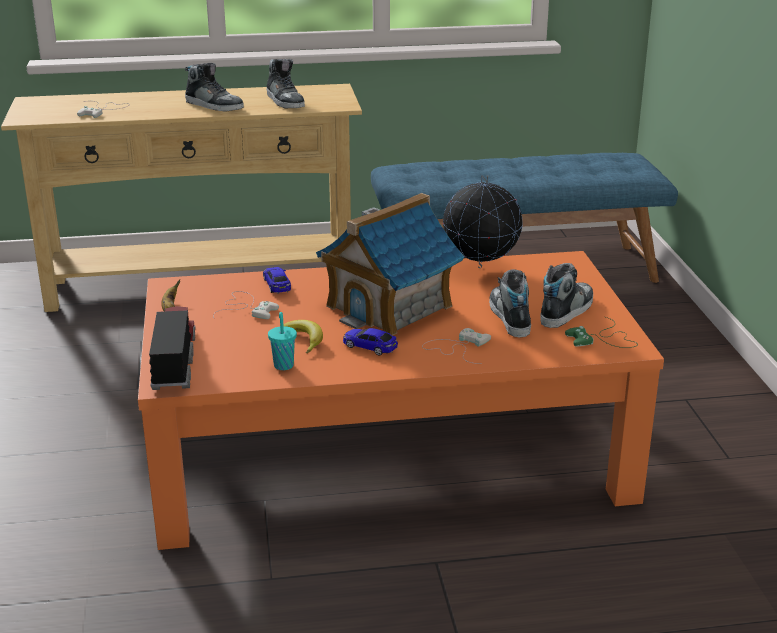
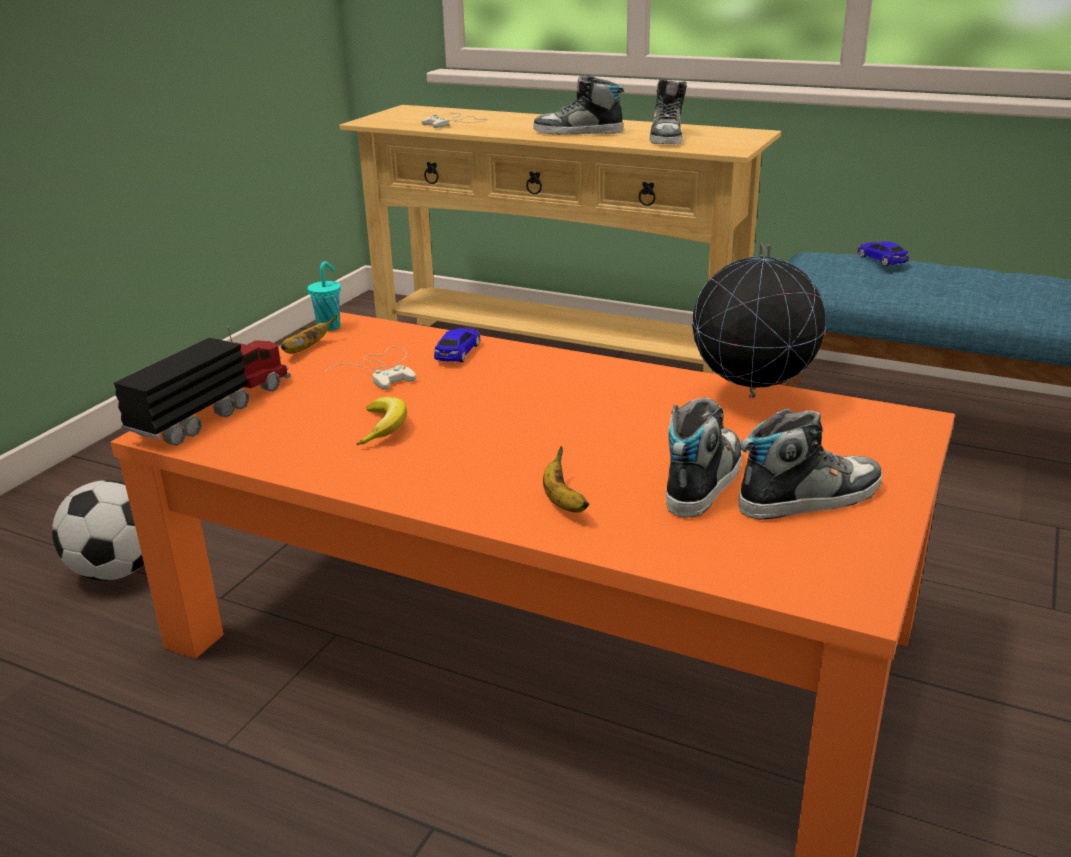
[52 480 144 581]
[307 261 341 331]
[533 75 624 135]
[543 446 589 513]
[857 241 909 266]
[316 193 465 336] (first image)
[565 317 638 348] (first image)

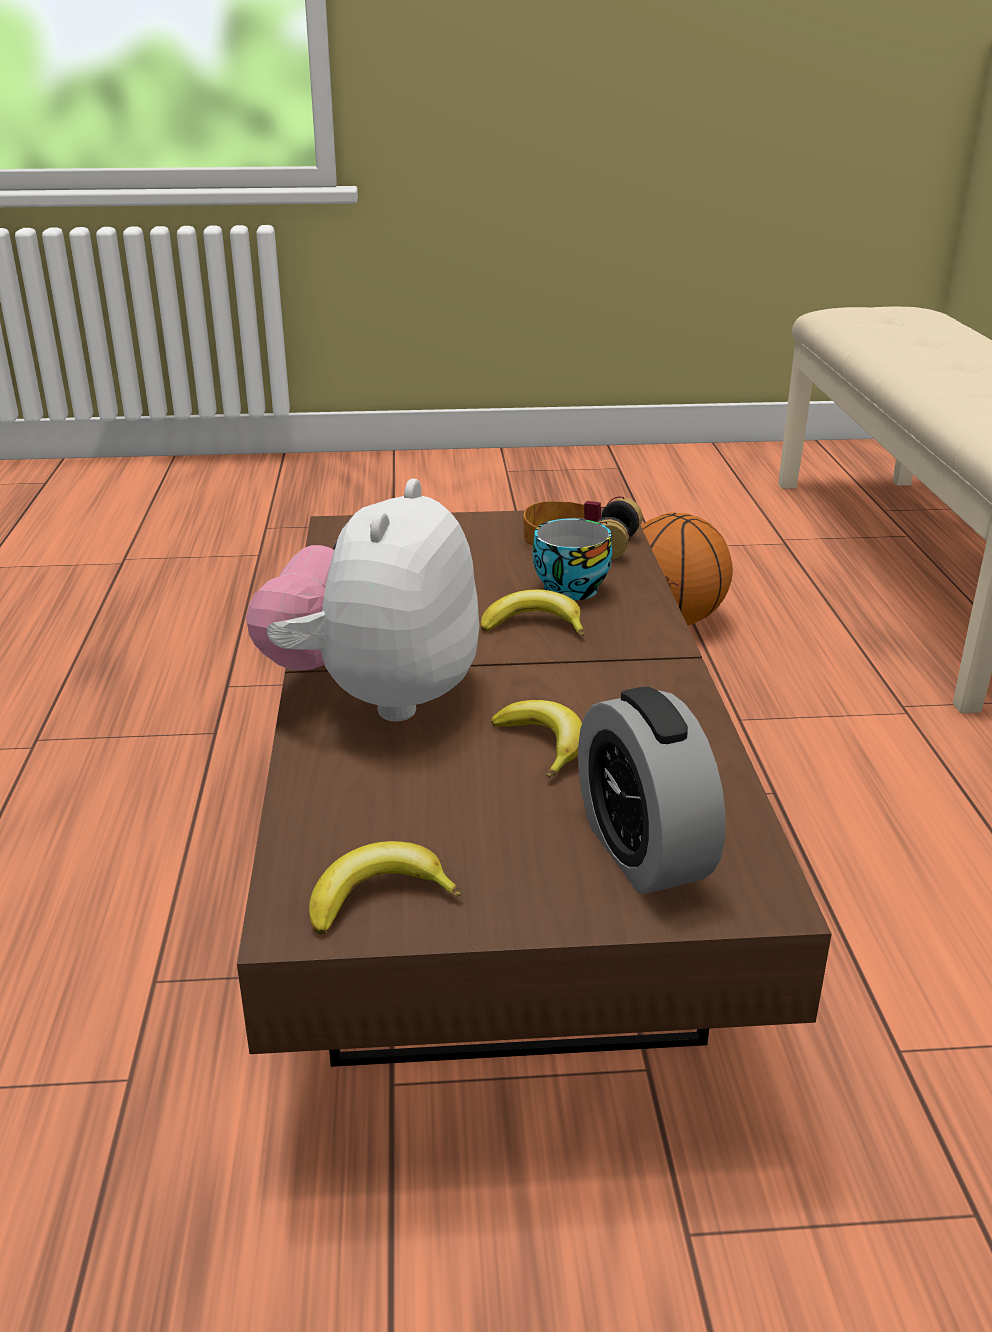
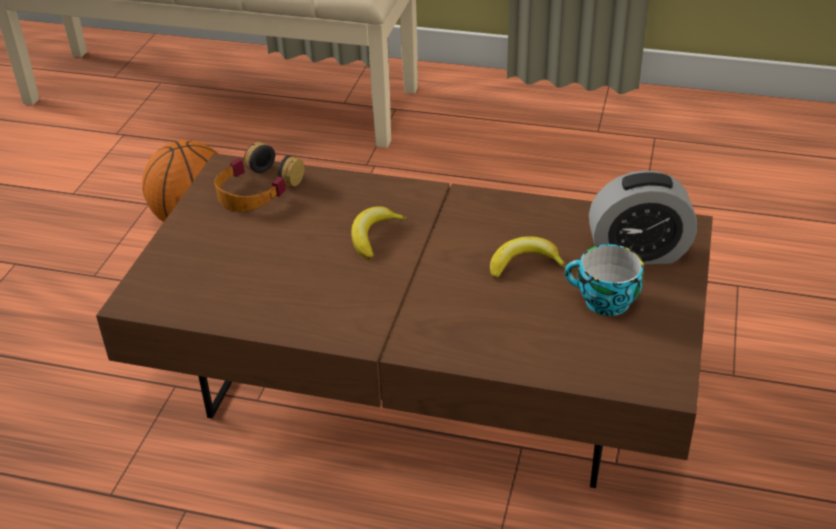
[565 244 644 316]
[246 479 479 722] (first image)
[309 841 461 935] (first image)

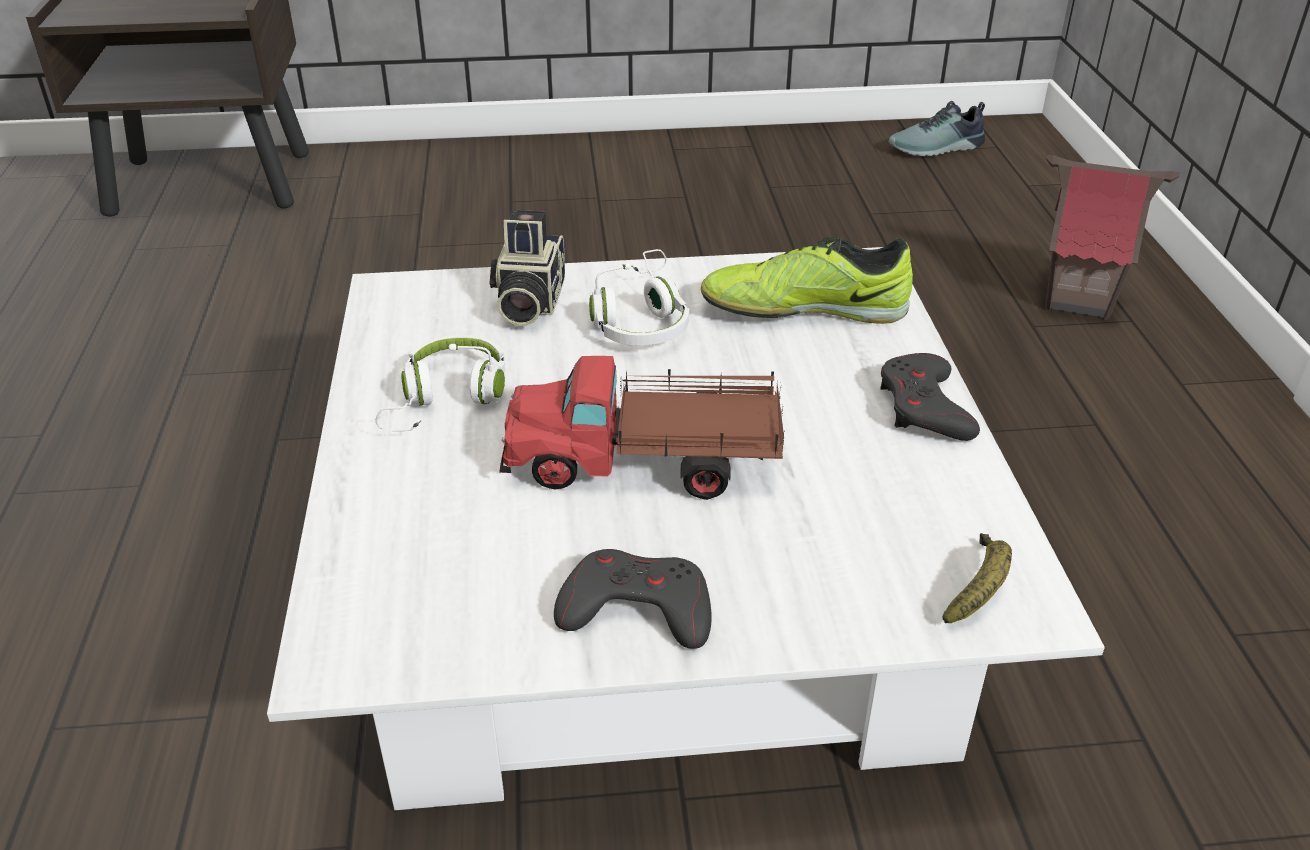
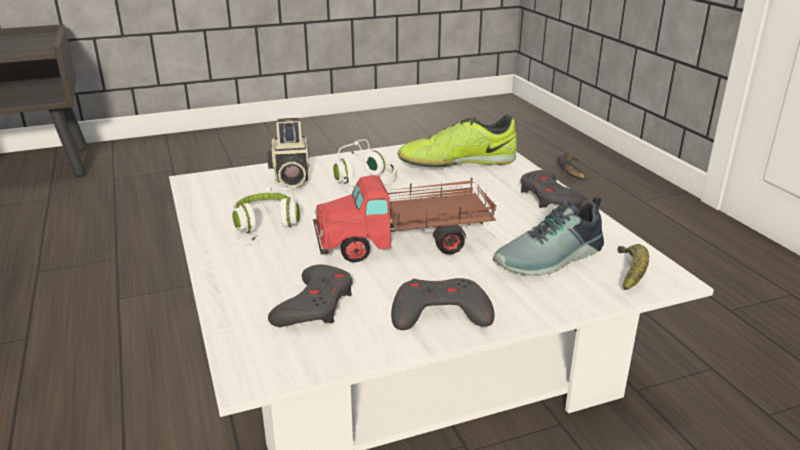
[268 264 352 327]
[493 196 604 276]
[558 152 587 179]

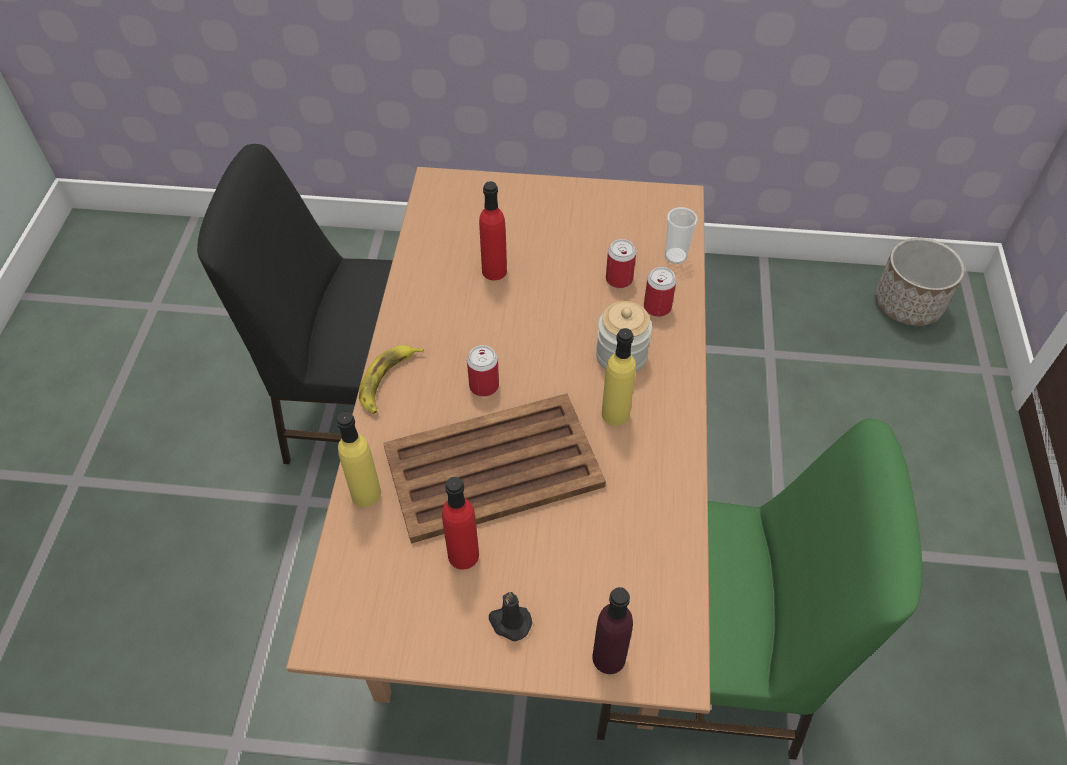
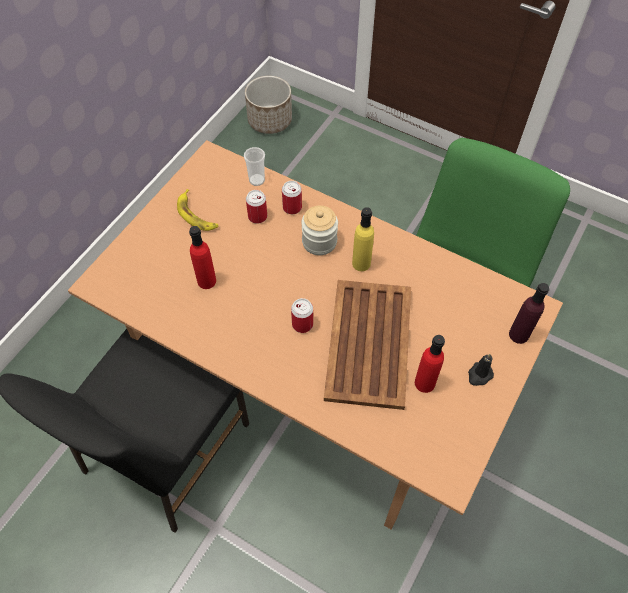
[177 189 219 231]
[336 412 381 507] (first image)

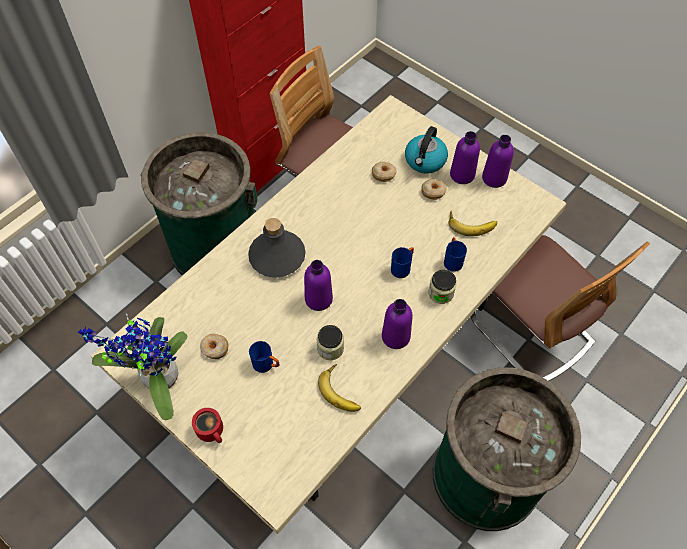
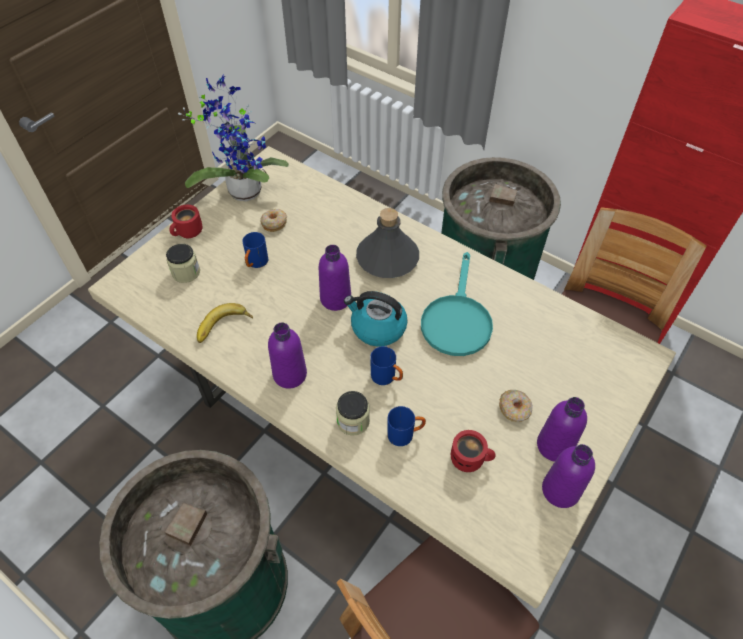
[166 244 200 283]
[344 291 408 347]
[421 252 493 356]
[451 430 496 472]
[372 162 396 182] (first image)

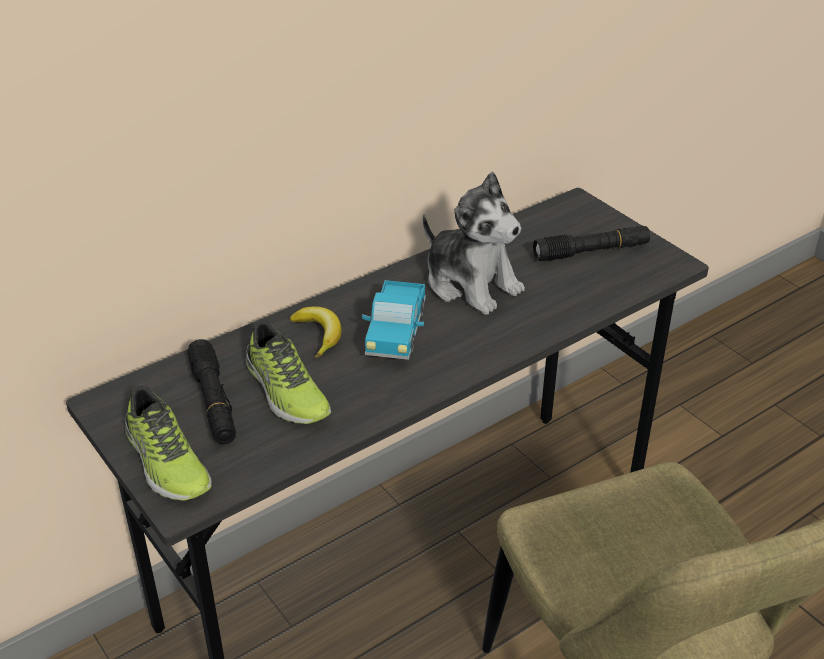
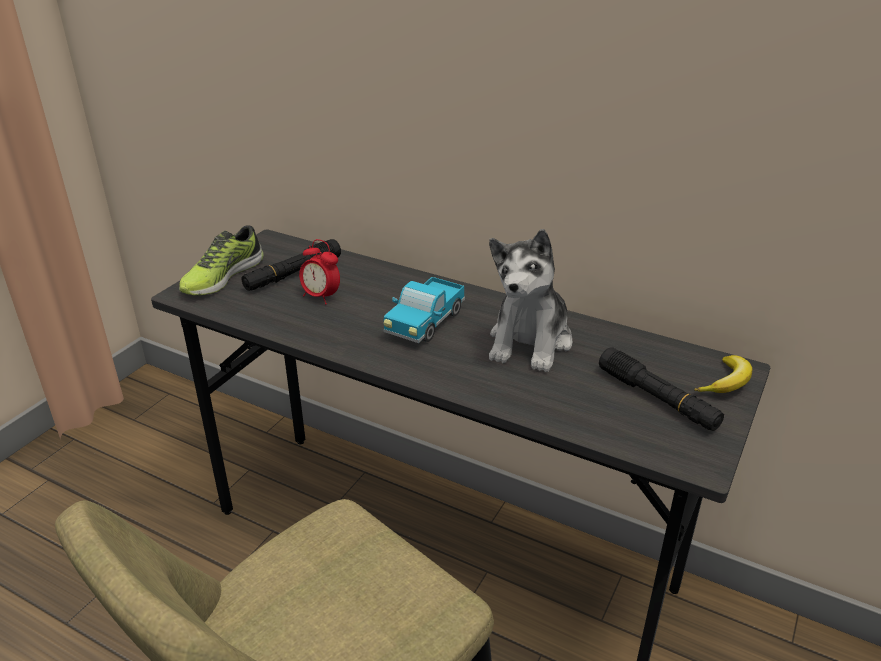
[299 239 340 305]
[384 277 465 343]
[694 355 752 393]

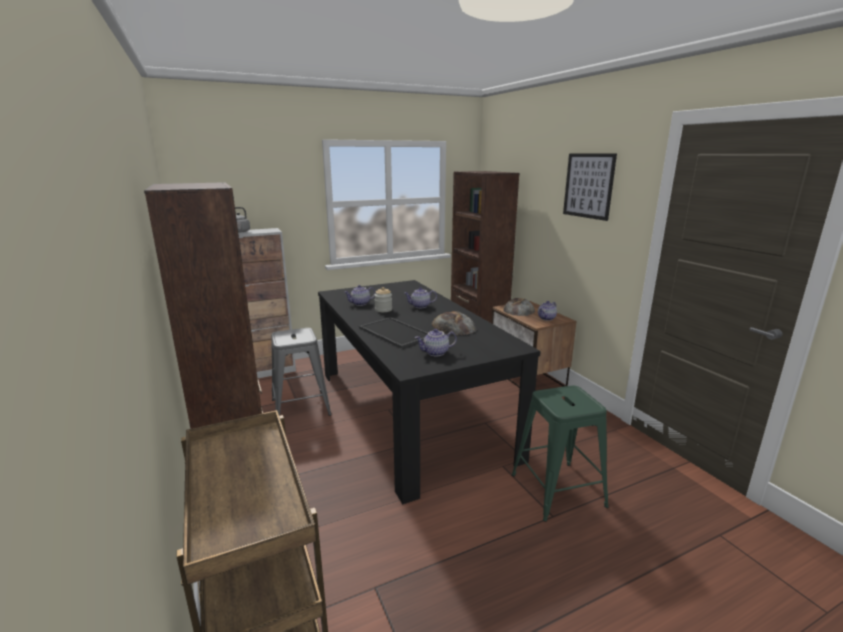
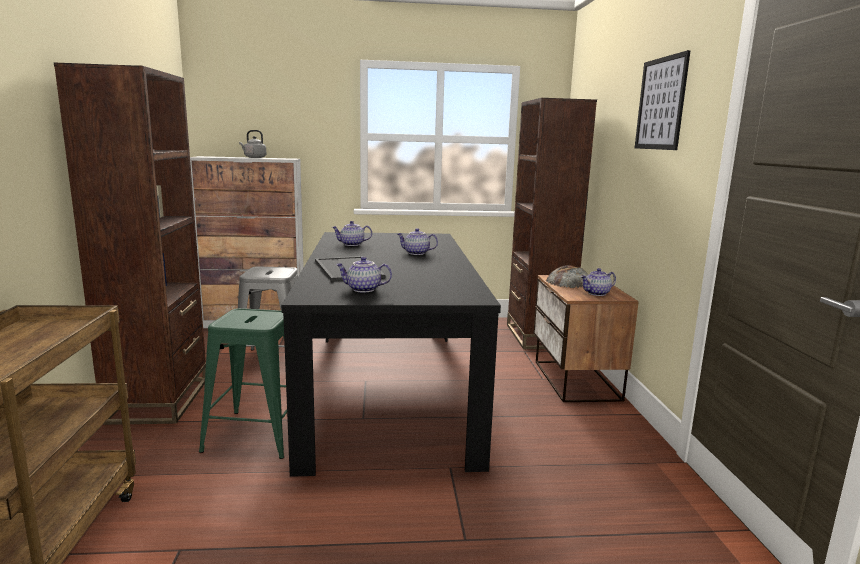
[199 308 287 459]
[374 287 392 312] (first image)
[432 311 477 335] (first image)

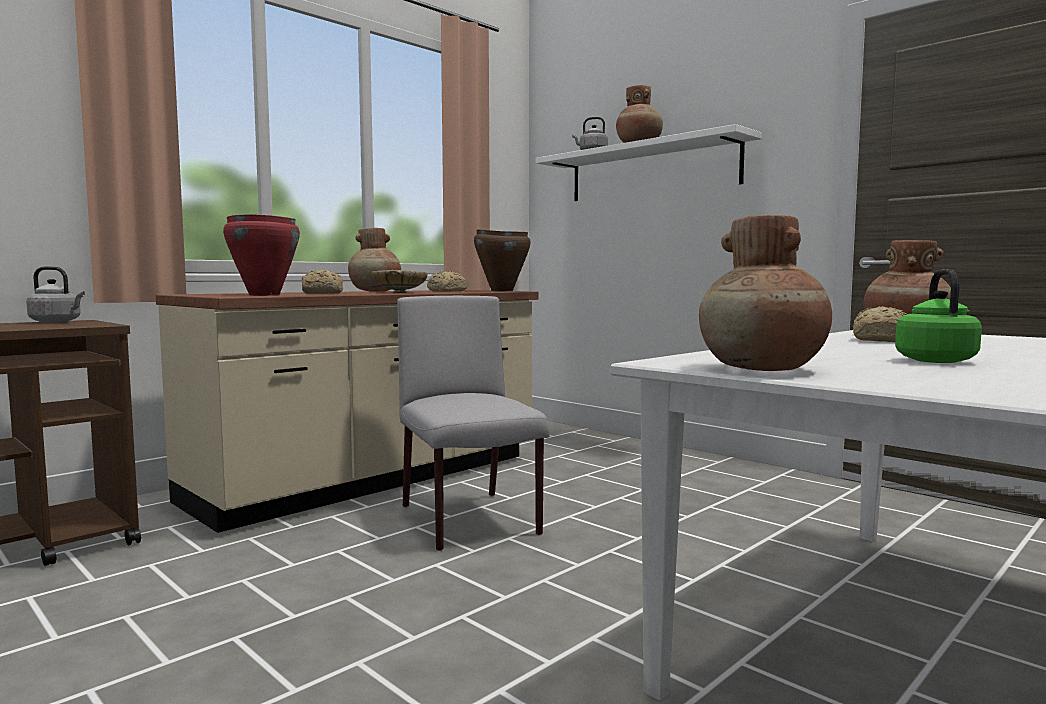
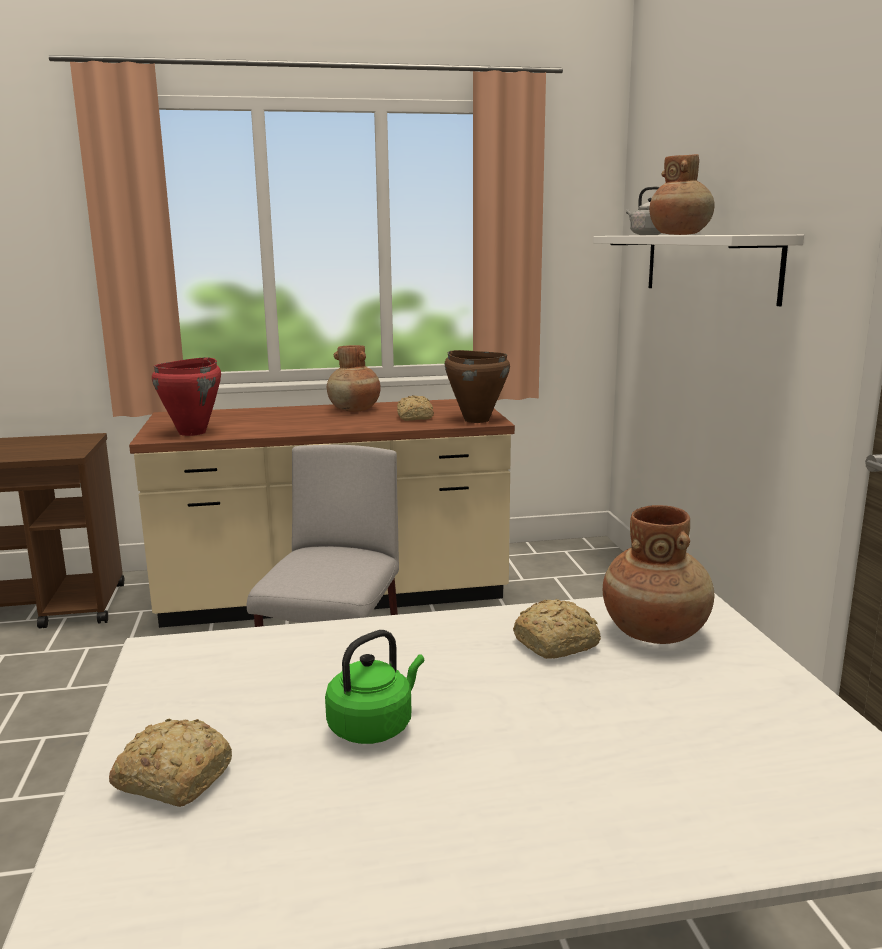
[109 718 232 807]
[26 266 85 323] (first image)
[371 270 428 293] (first image)
[699 215 832 371] (first image)

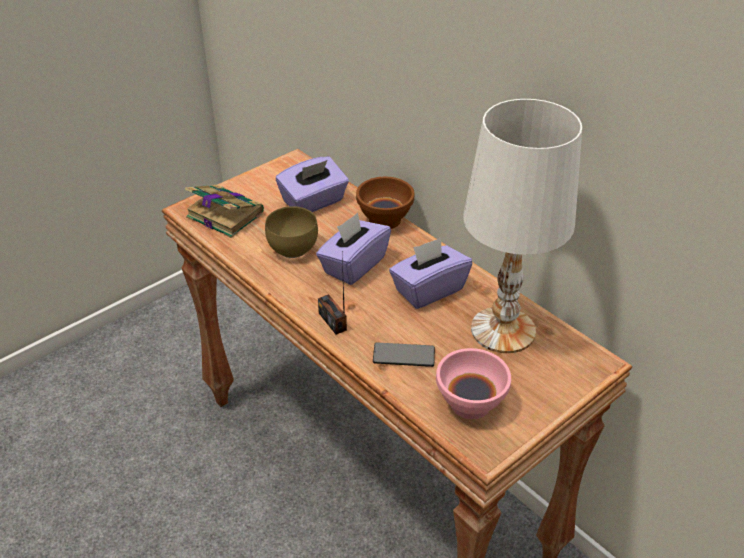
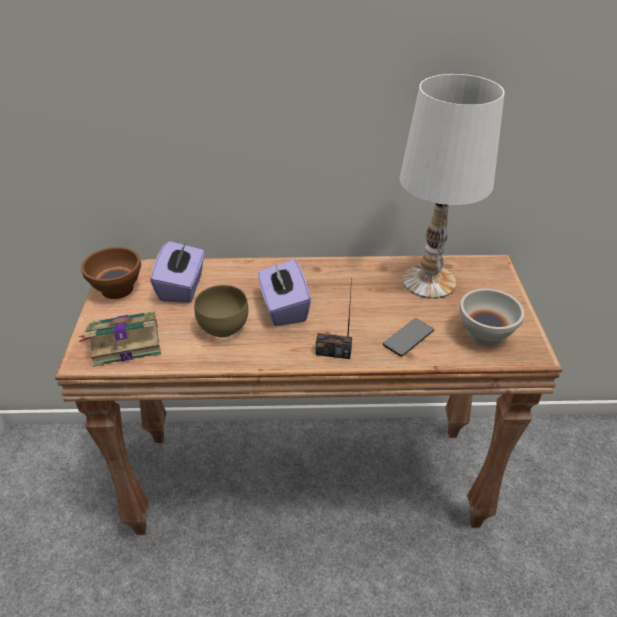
[81 247 141 299]
[459 289 524 346]
[389 238 473 309] (first image)

